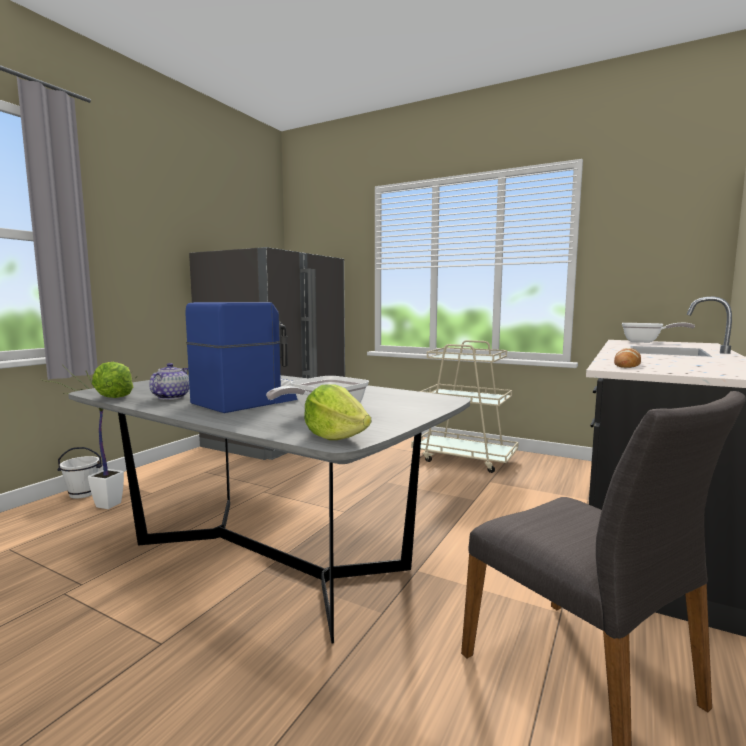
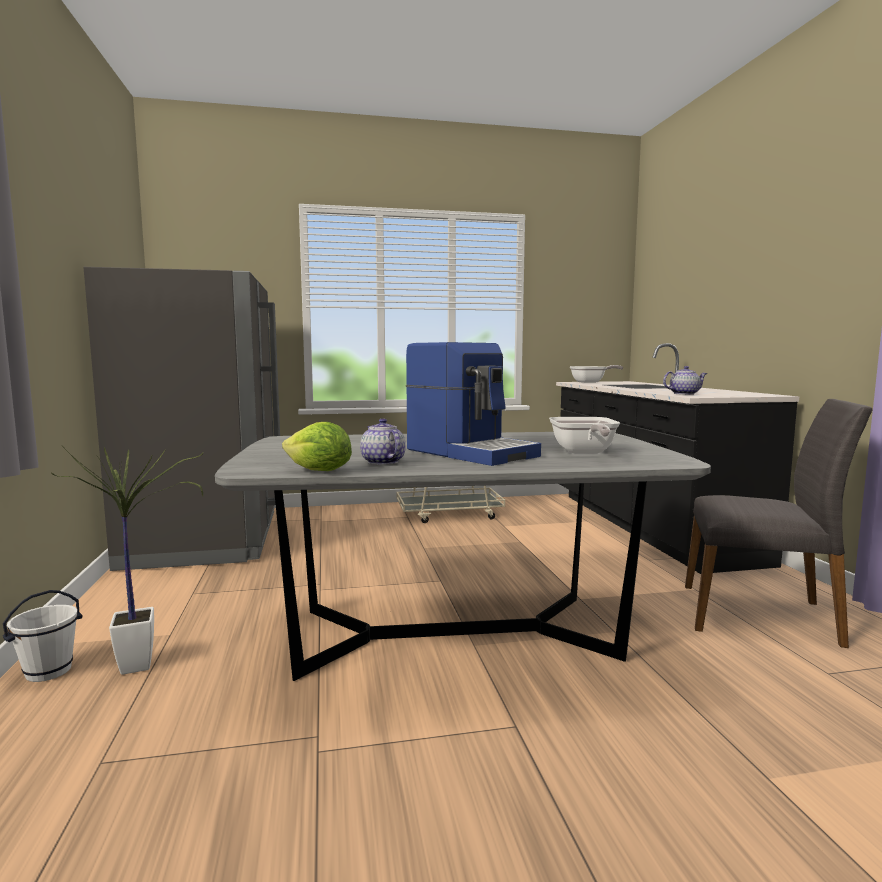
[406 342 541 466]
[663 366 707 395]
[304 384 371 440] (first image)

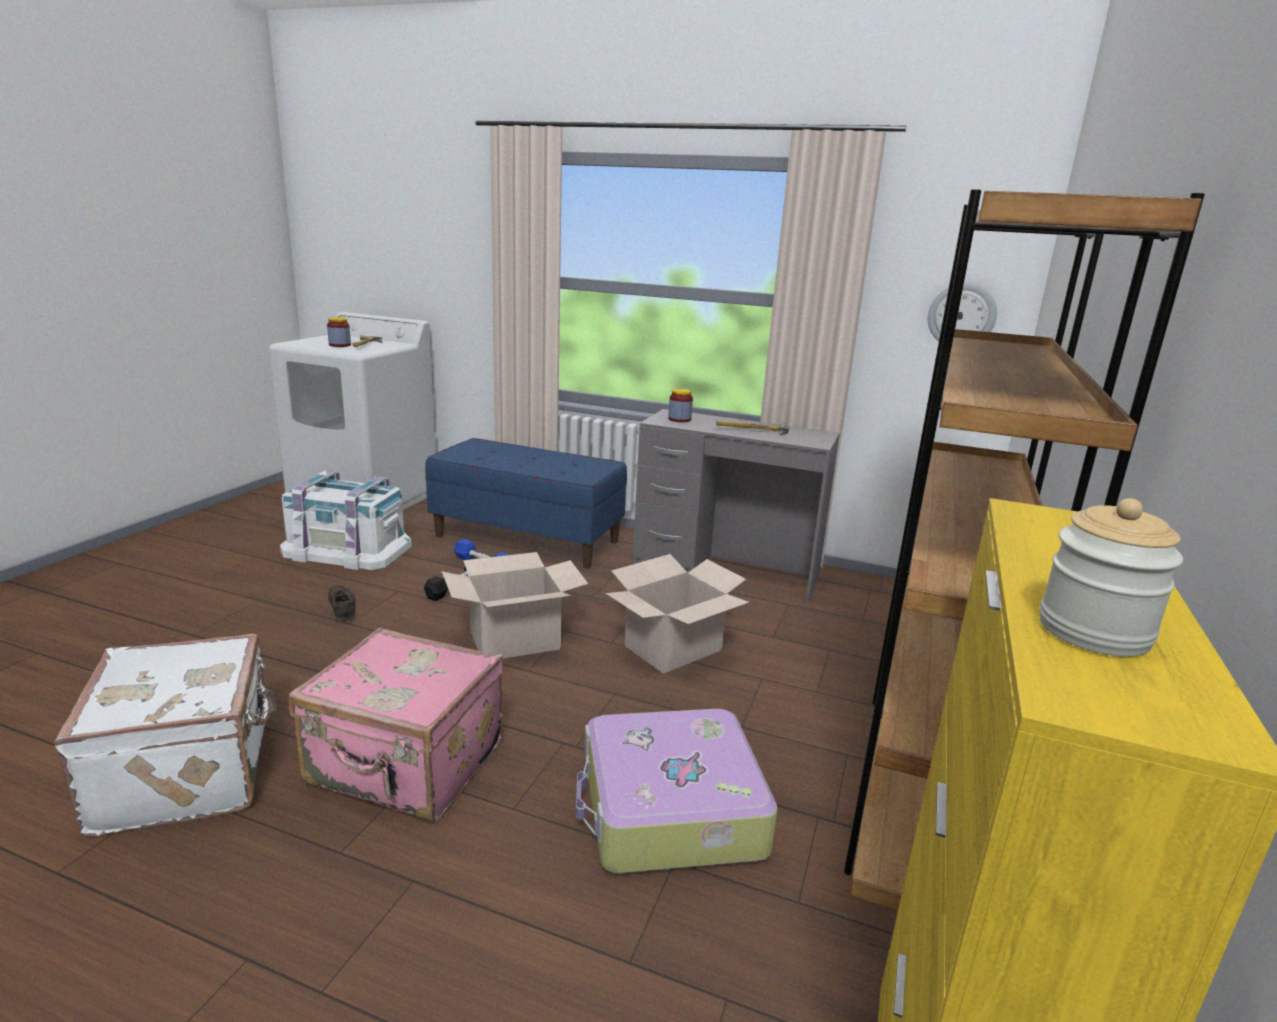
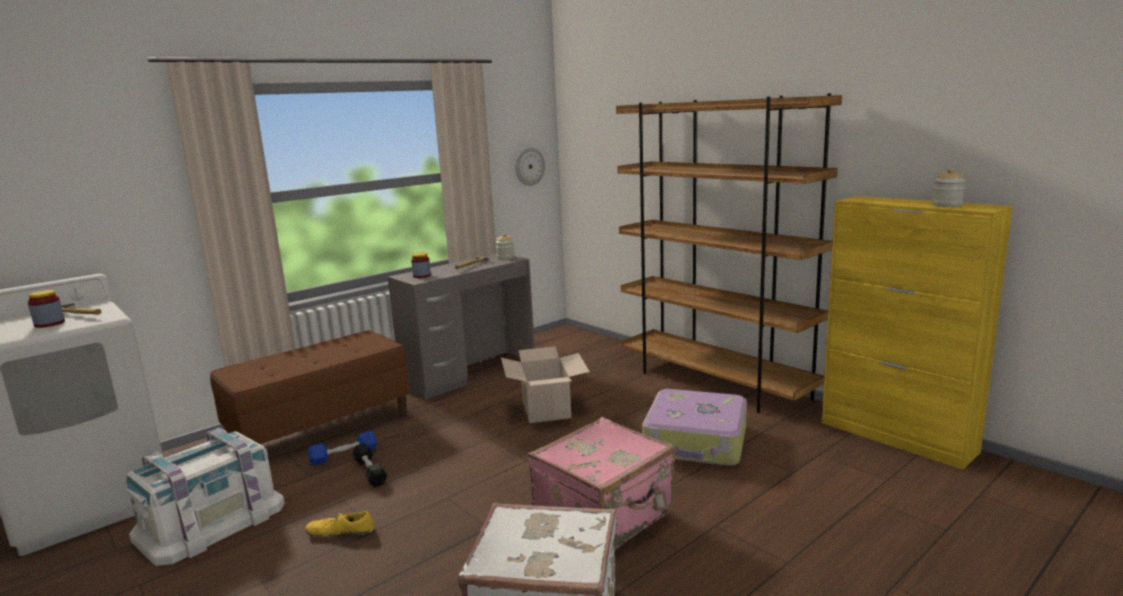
[210 330 410 444]
[305 511 374 538]
[496 234 515 259]
[442 552 588 659] (first image)

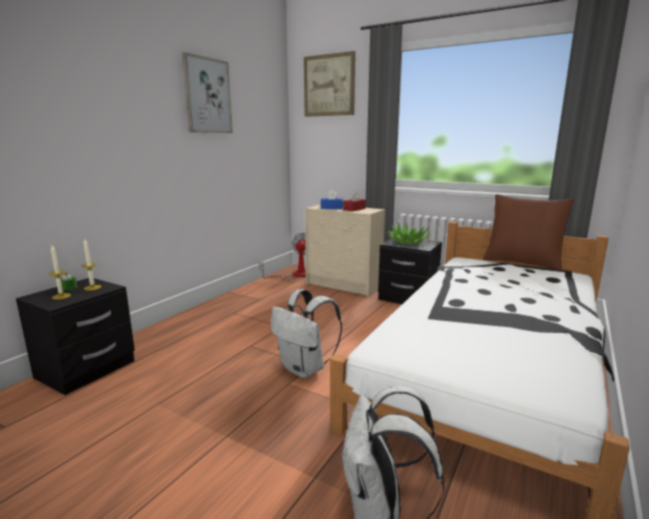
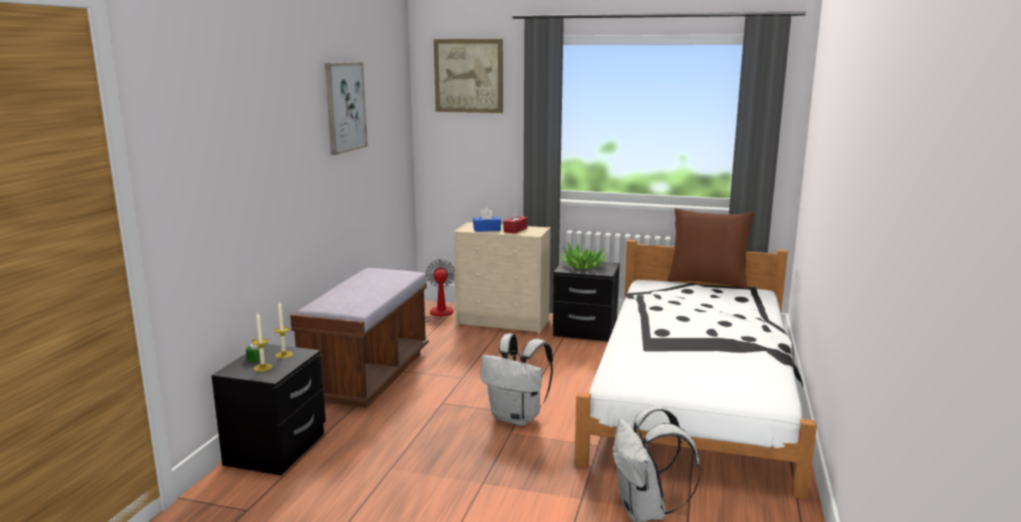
[290 268 429 408]

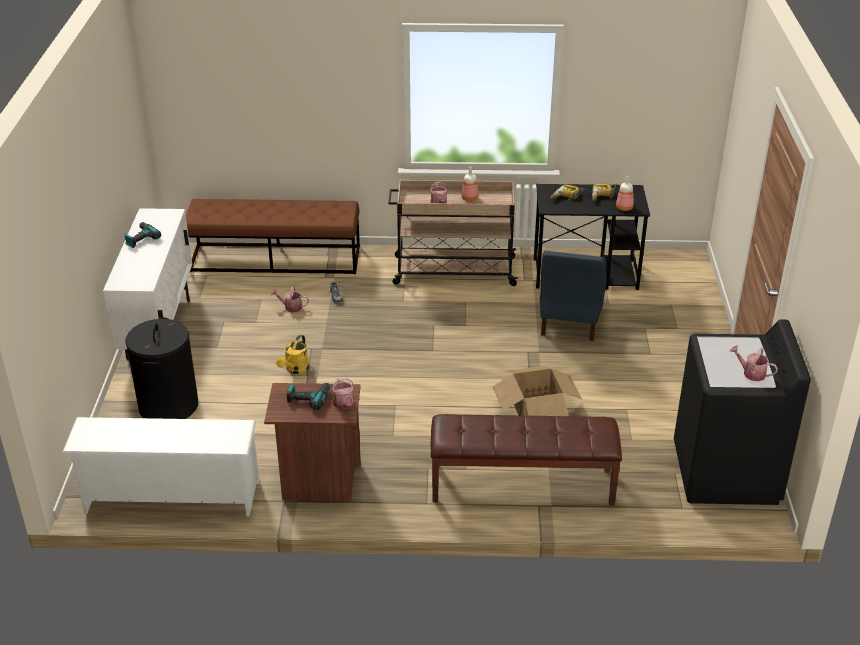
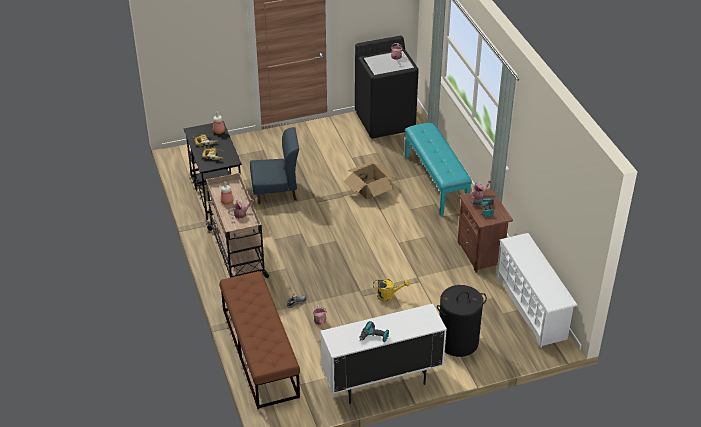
[405 123 472 215]

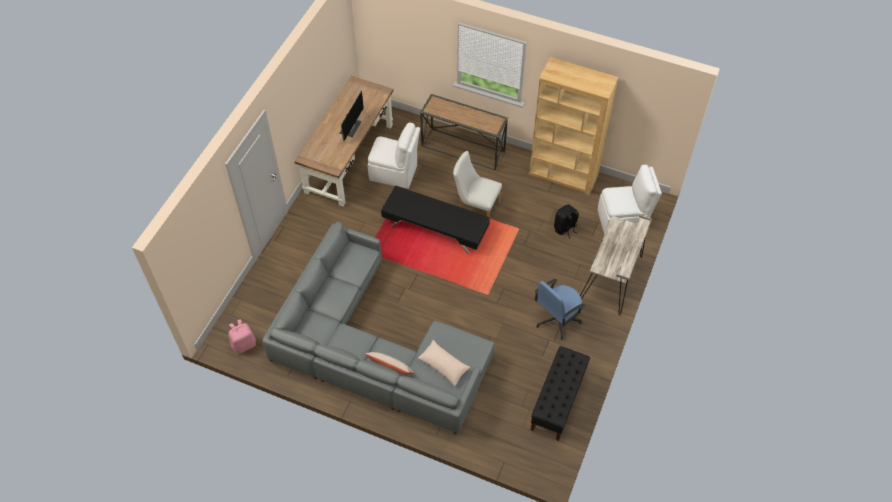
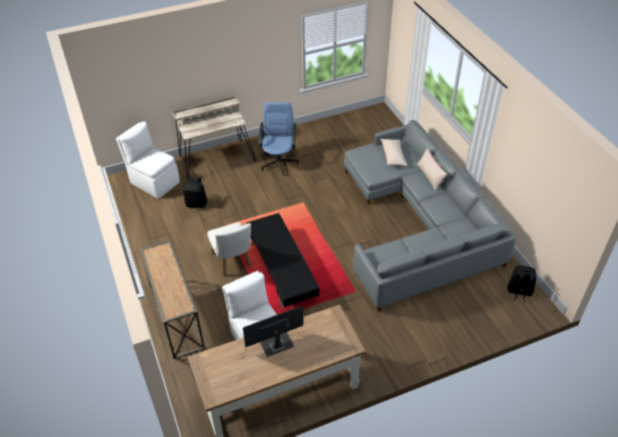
[259 102 299 175]
[508 265 536 303]
[529 57 618 195] (first image)
[531 346 590 441] (first image)

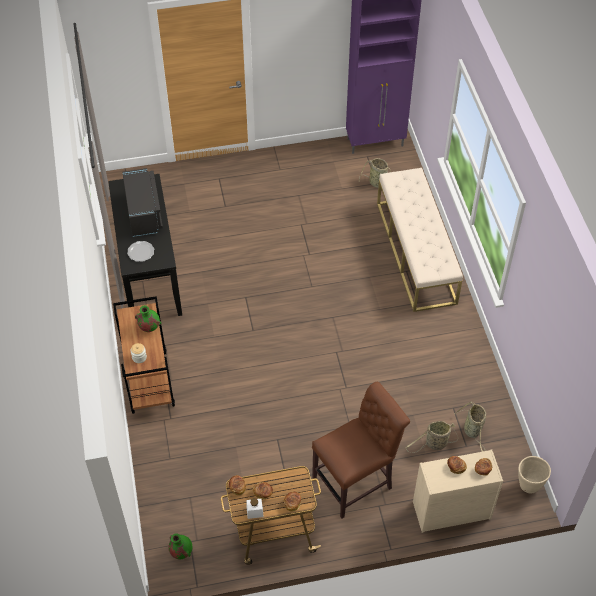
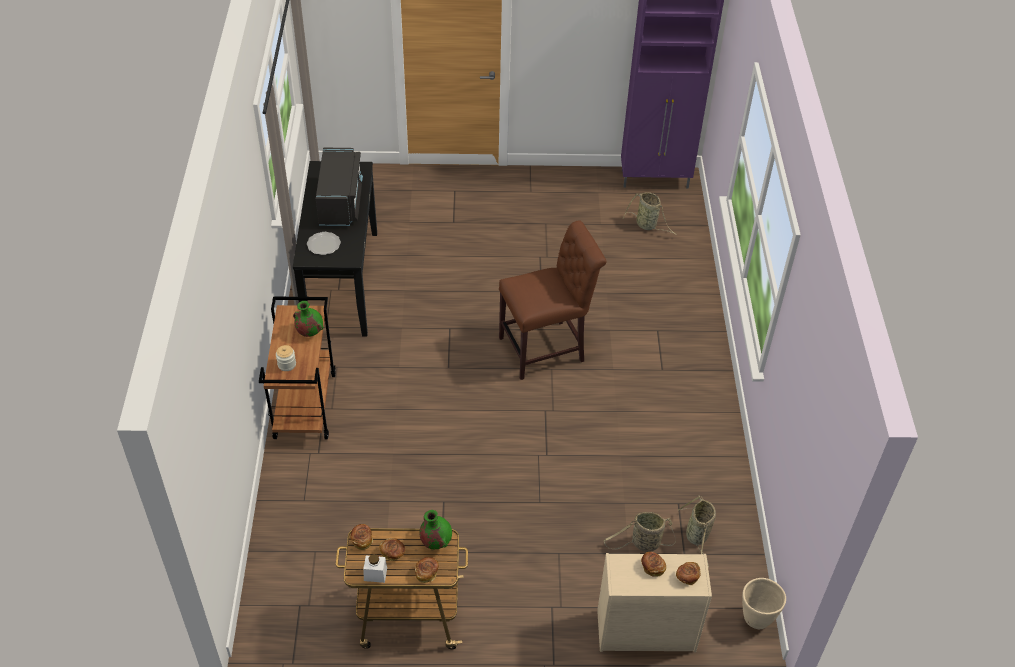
[419 510 452 549]
[499 221 606 380]
[377 168 463 312] (first image)

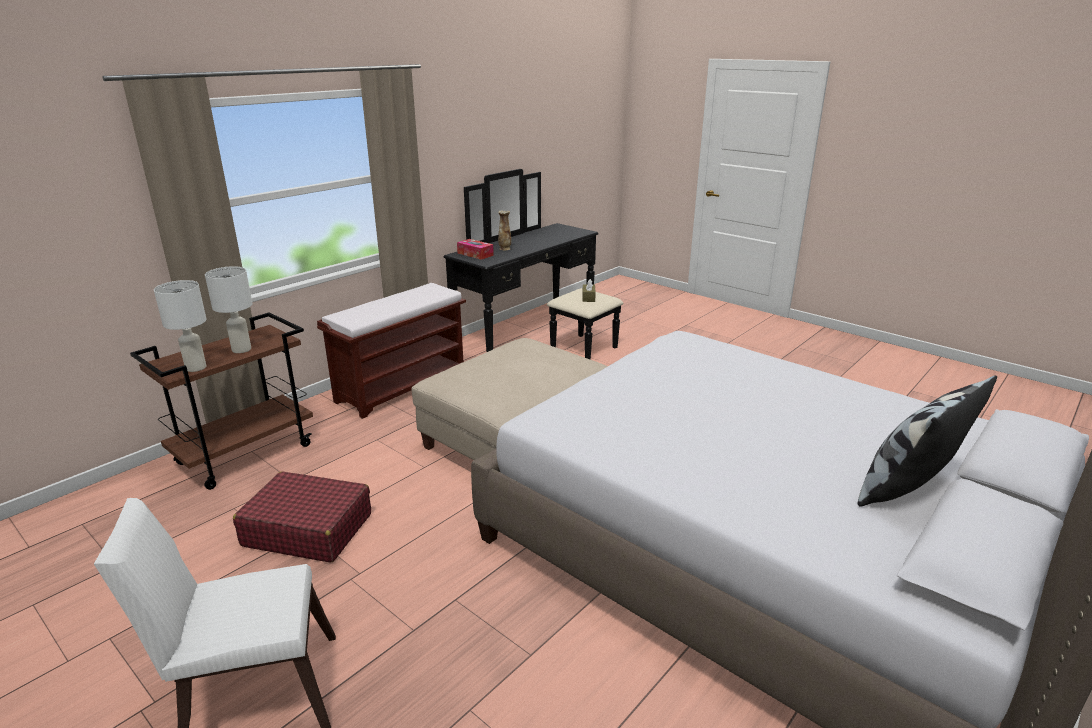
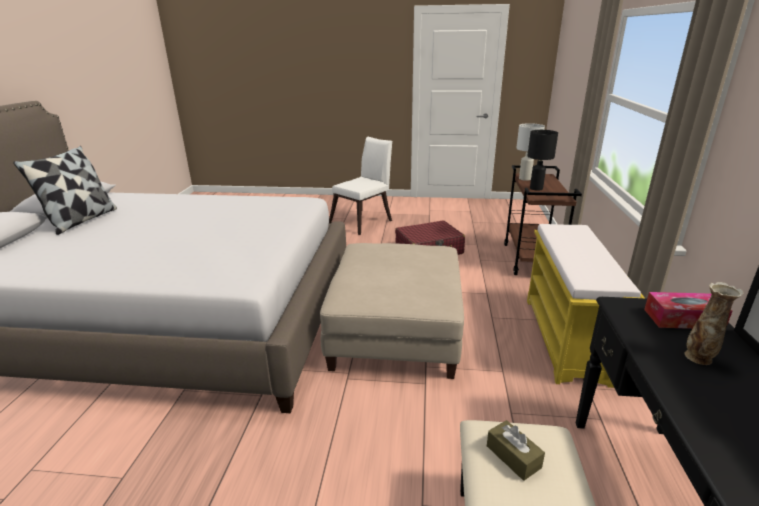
[527 224 645 388]
[528 130 558 191]

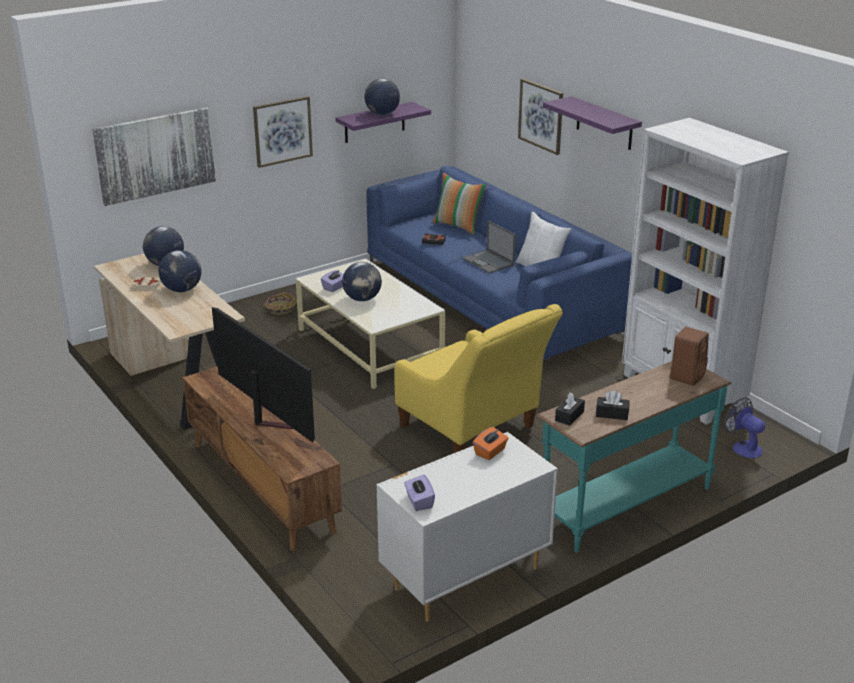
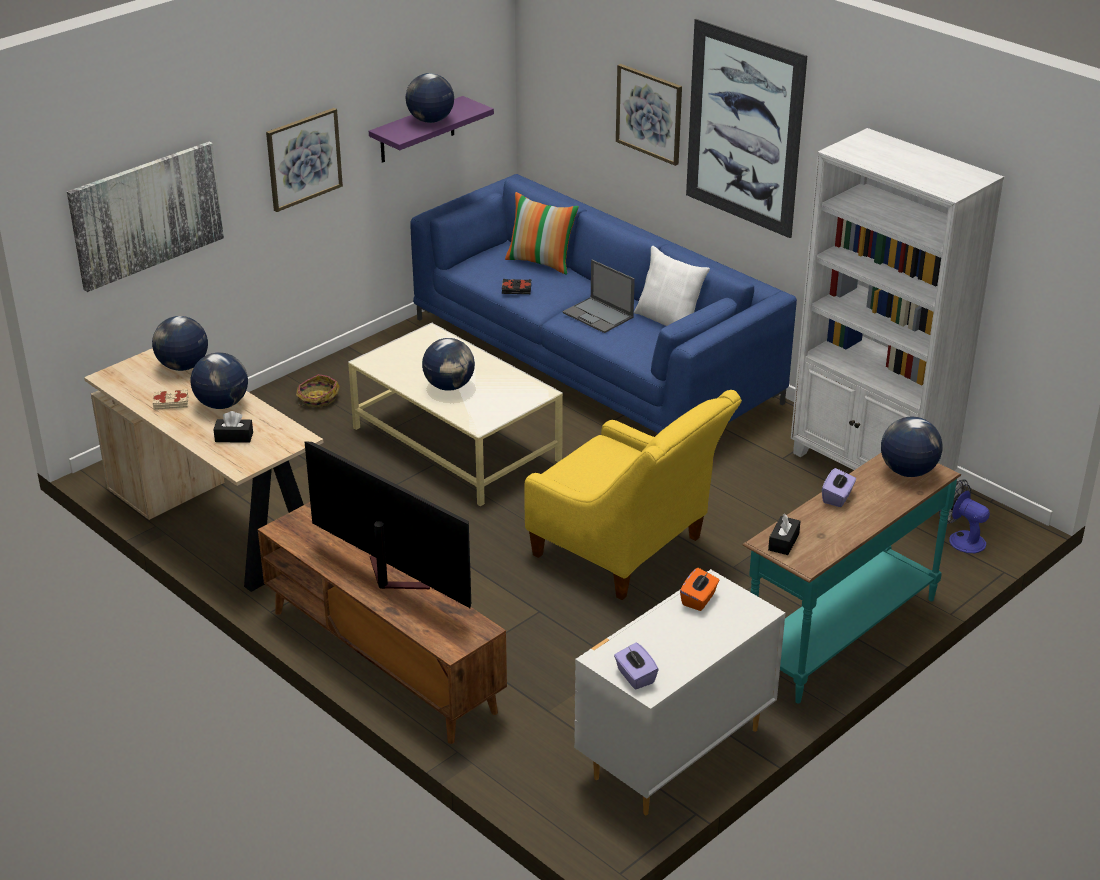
[213 411 253 443]
[686 19 807 238]
[822 468 856 507]
[881 417 943 477]

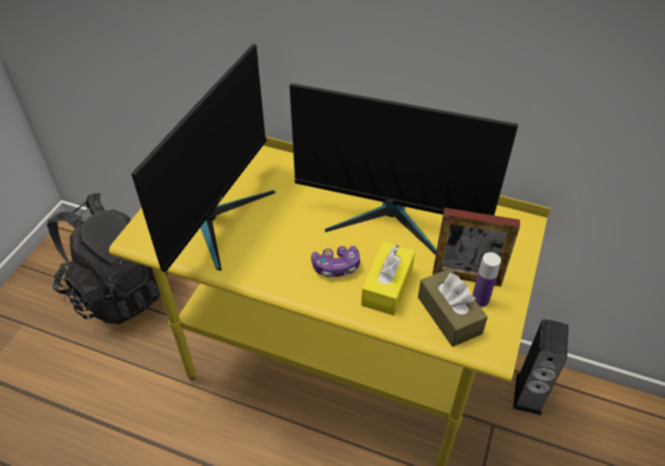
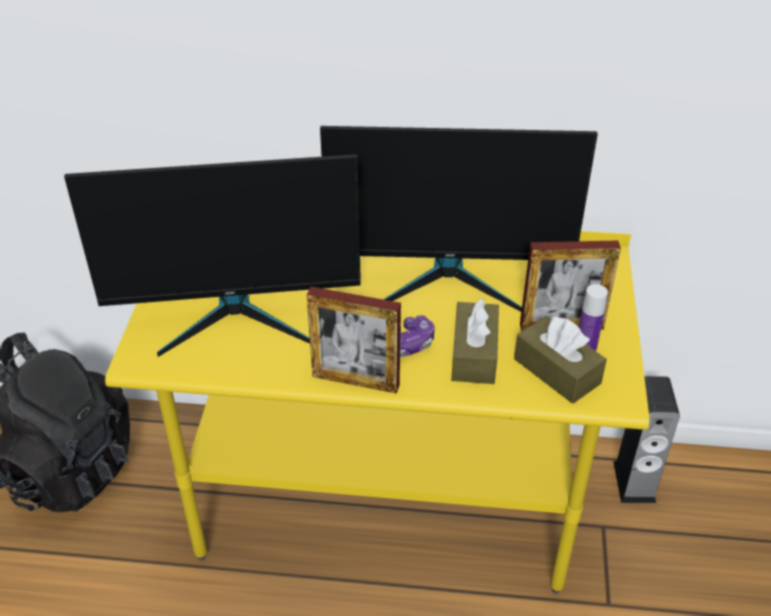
[64 154 361 357]
[307 287 401 394]
[451 298 499 384]

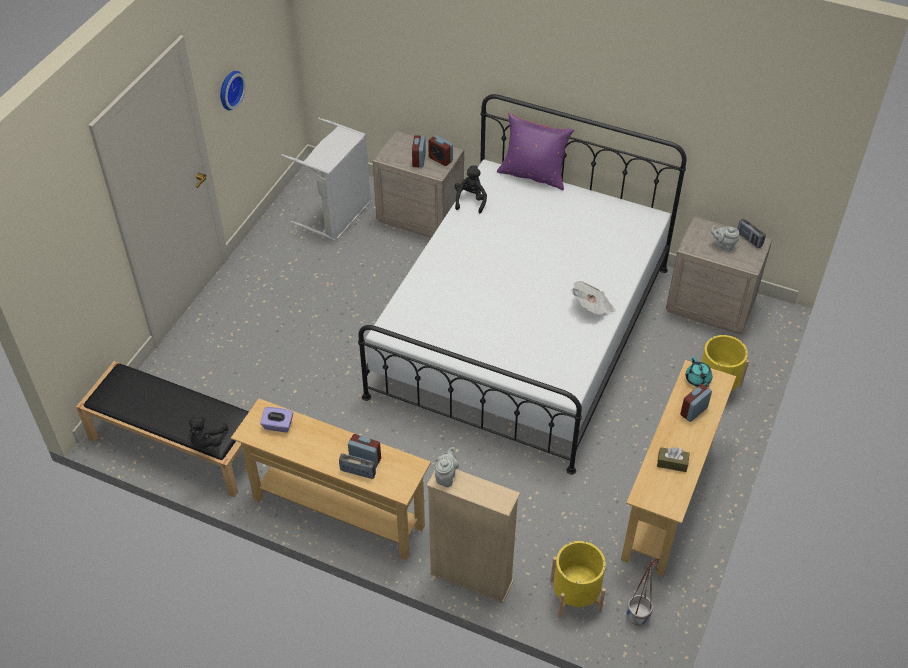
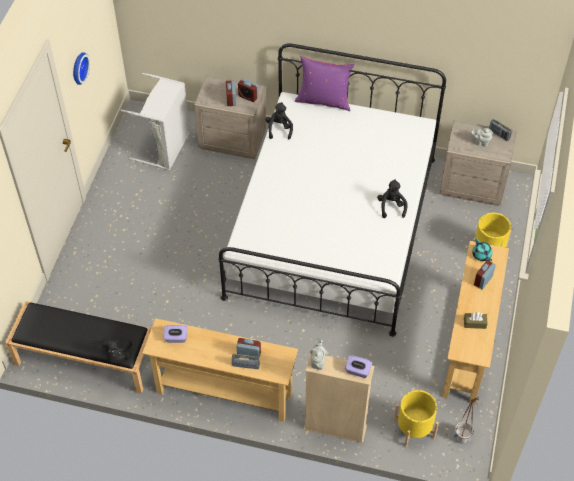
[345 355 372 378]
[377 180 407 218]

